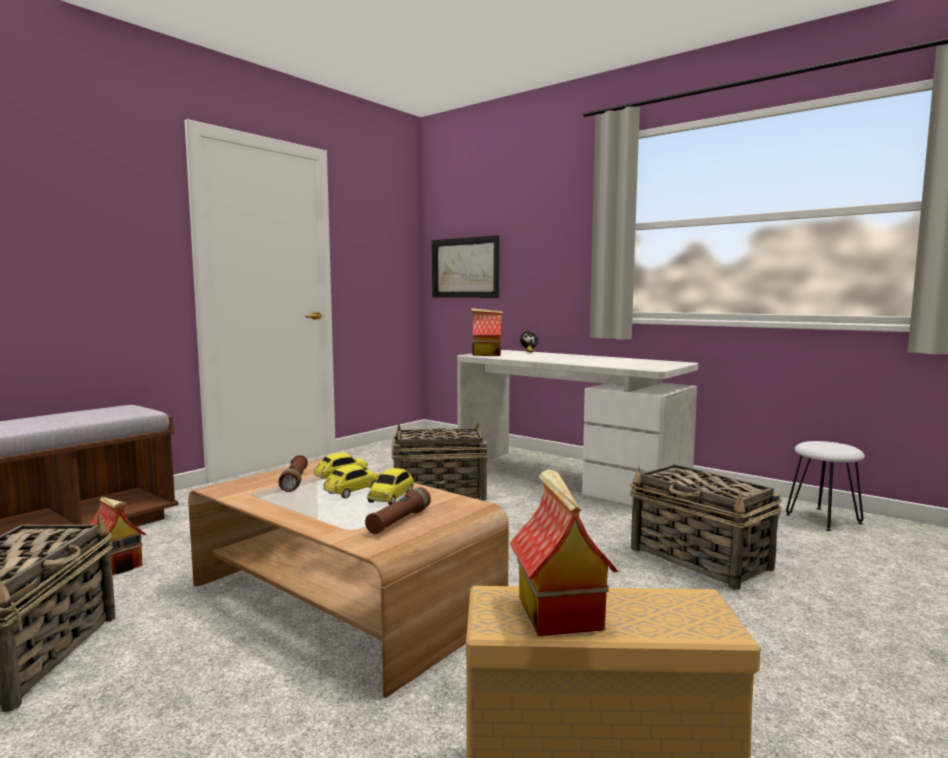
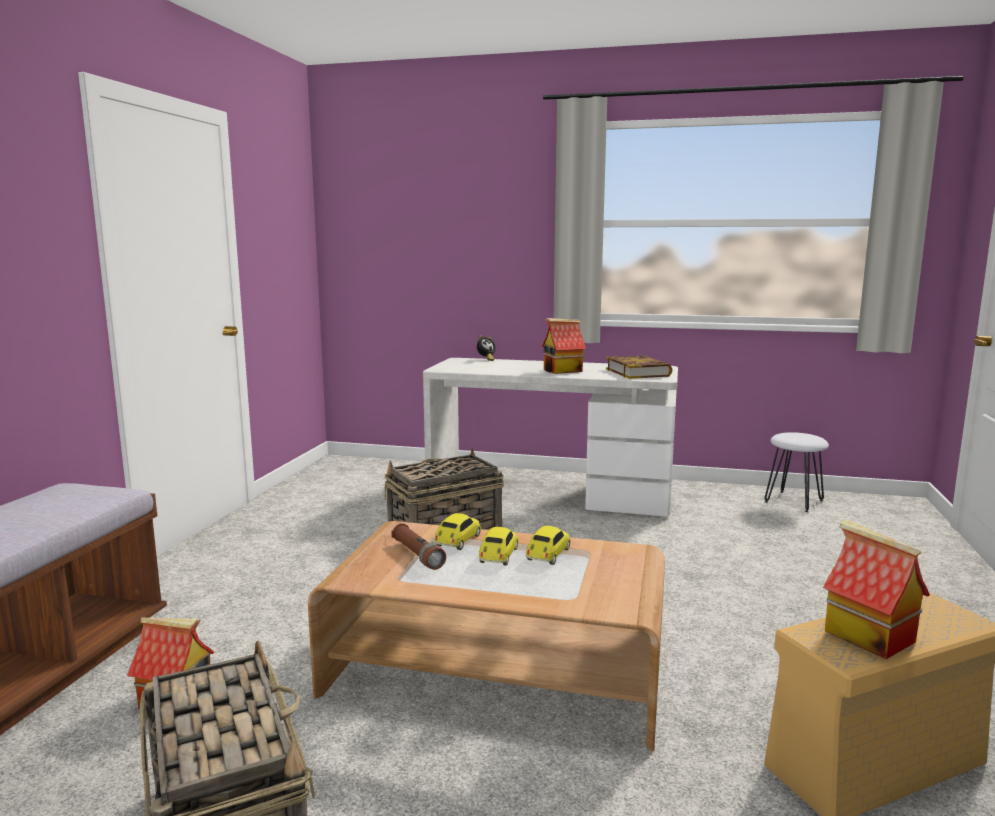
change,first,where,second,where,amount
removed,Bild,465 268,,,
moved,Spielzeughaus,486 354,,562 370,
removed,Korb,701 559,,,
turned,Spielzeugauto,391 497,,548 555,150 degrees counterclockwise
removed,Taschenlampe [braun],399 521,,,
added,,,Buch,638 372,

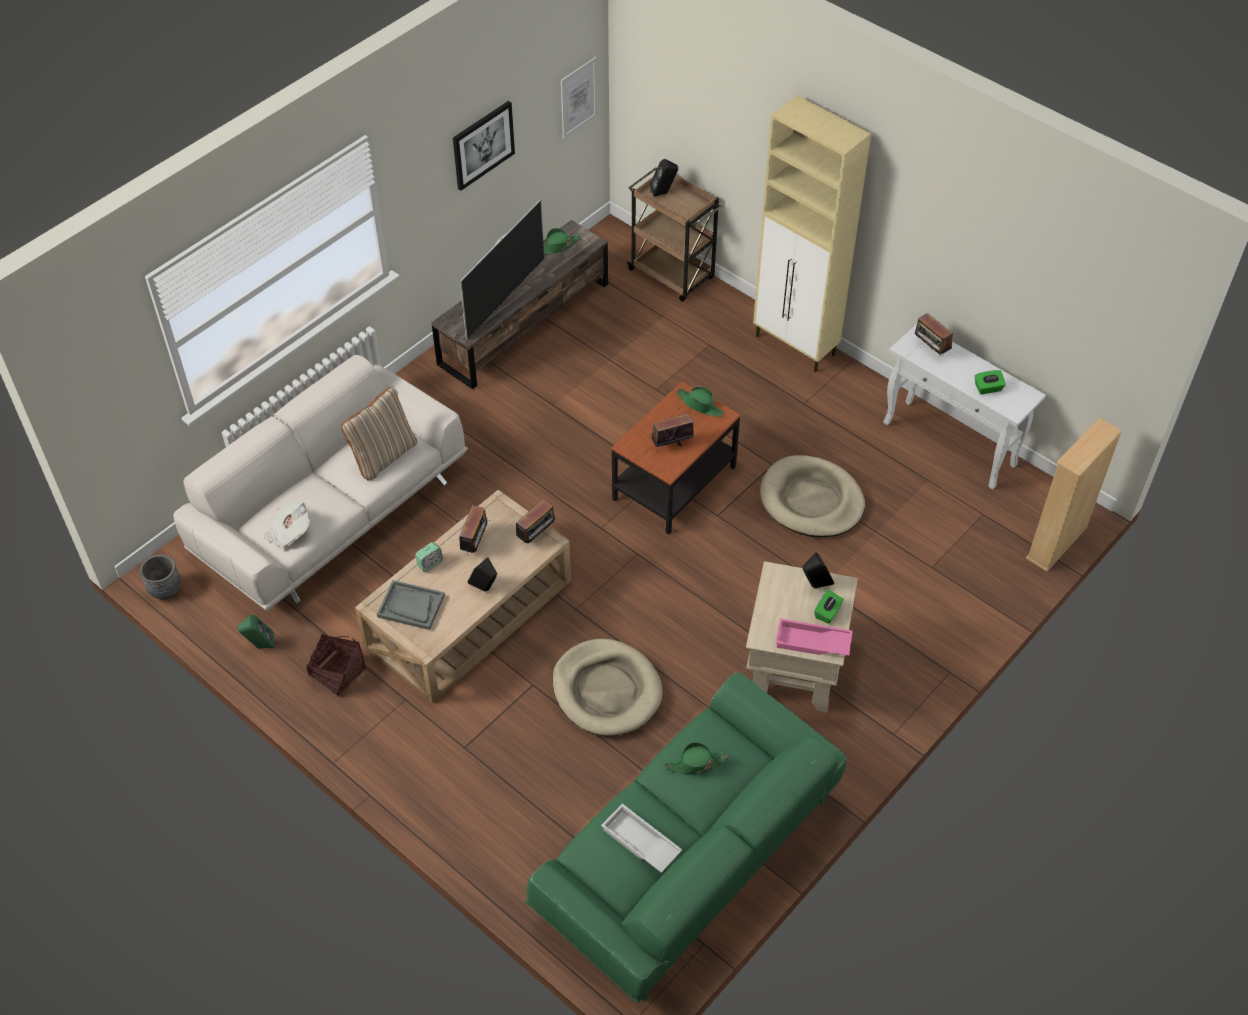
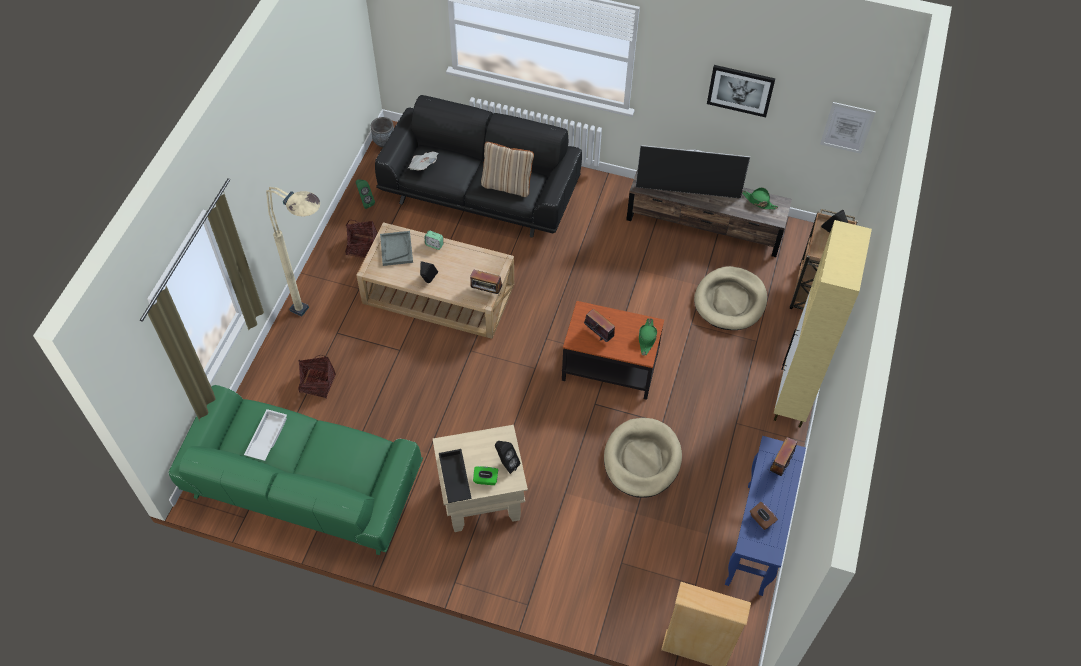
change,first,where,second,where,amount
recoloured,Konsolentisch [weiß],950 444,Konsolentisch [blau],755 539,
recoloured,Sofa [weiß],331 513,Sofa [schwarz],481 192,
recoloured,Taschentuchbox [grün],988 388,Taschentuchbox [braun],761 520,
removed,Radio,475 542,,,
recoloured,Tablett [rosa],812 643,Tablett [schwarz],454 478,
moved,Hundebett [beige],607 690,,730 301,
removed,Hut [grün],696 764,,,
added,,,Stehlampe [beige],323 320,
added,,,Korb,317 384,

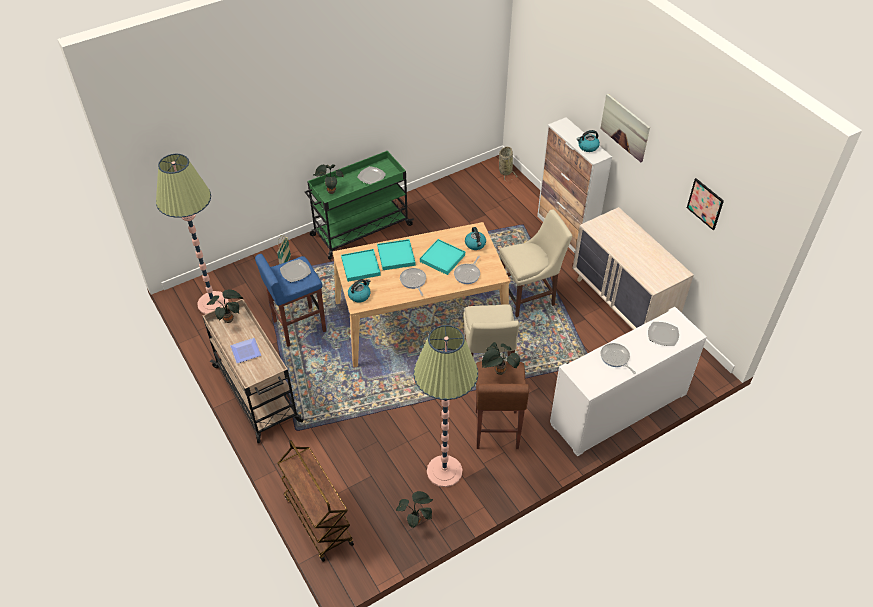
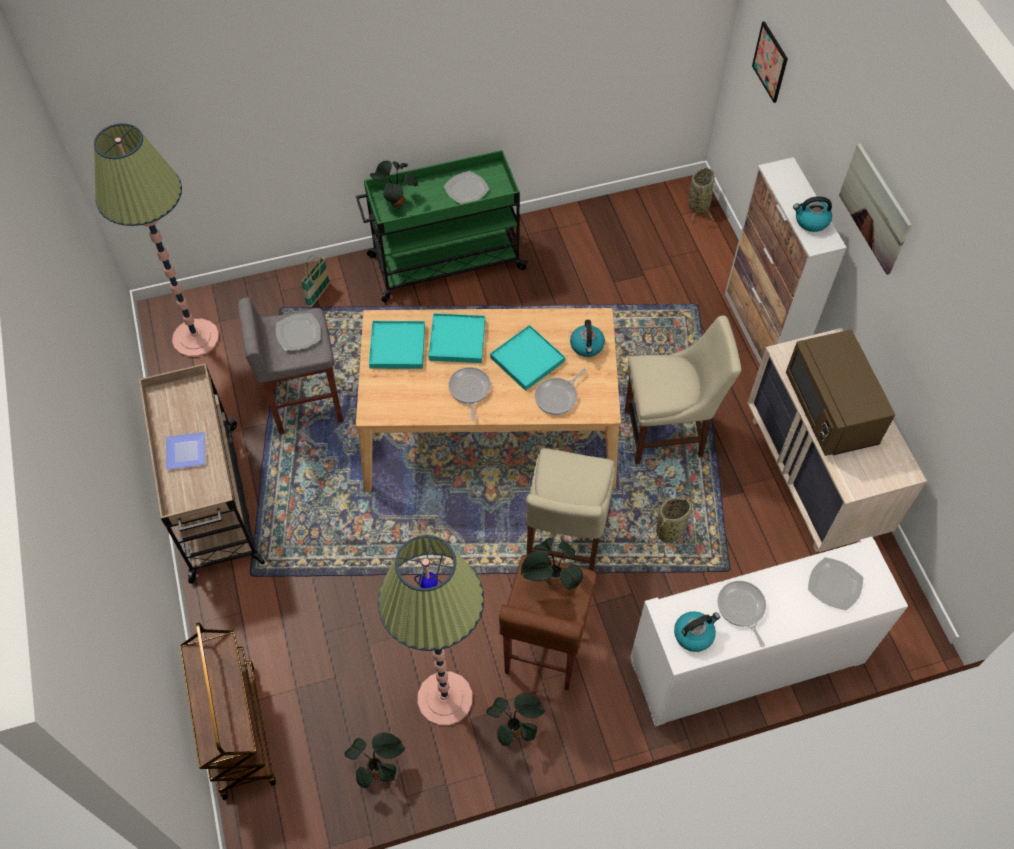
change,first,where,second,where,amount
moved,Bild,705 204,,770 62,
recoloured,Hocker [blau],298 326,Hocker [grau],305 404,
moved,Wasserkessel,359 295,,694 634,
moved,Topfpflanze,229 319,,515 729,
added,,,Mikrowelle [braun],831 410,
added,,,Korb,671 530,

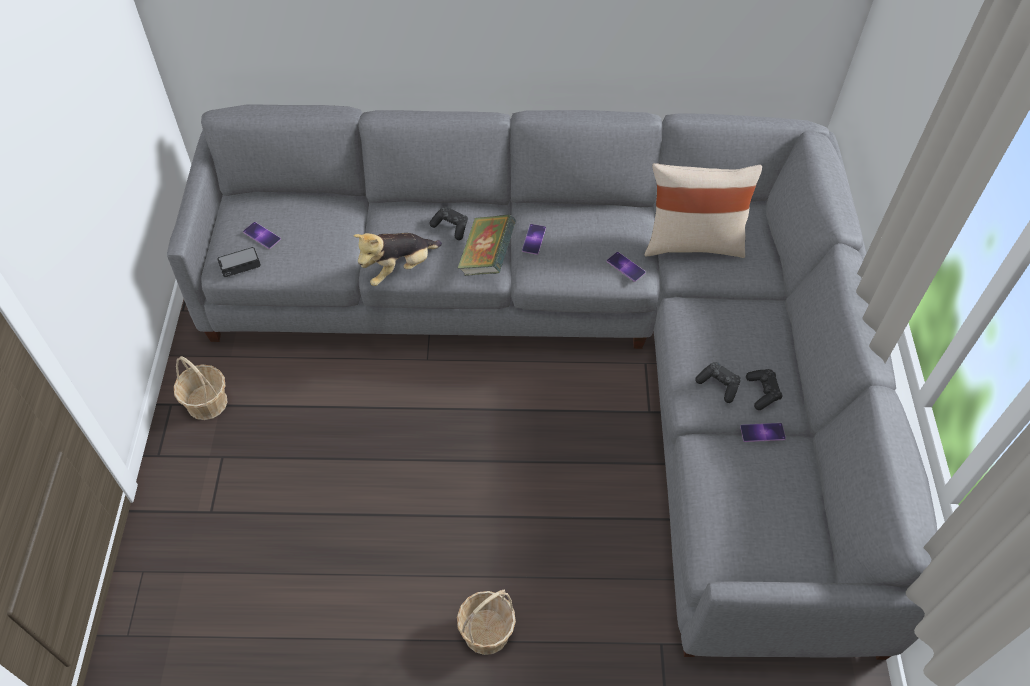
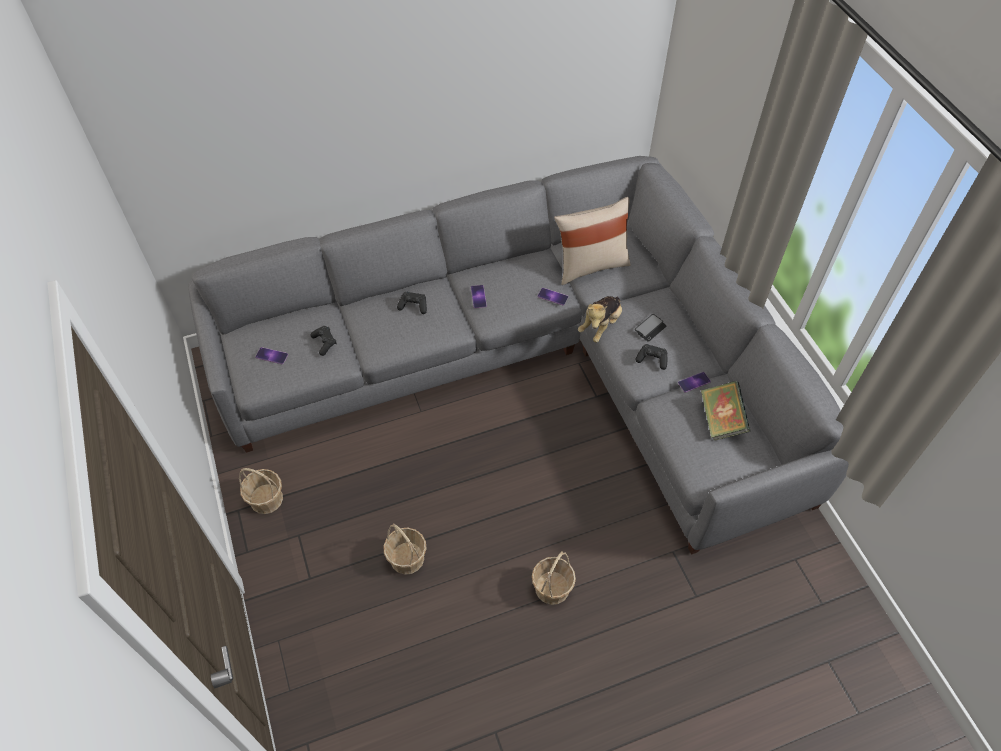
change,first,where,second,where,amount
moved,Buch,487 258,,721 420,
moved,Plüschtier,399 268,,600 325,
moved,Handy,239 263,,650 328,
moved,Gamepad [schwarz],762 392,,324 343,
added,,,Korb,407 558,

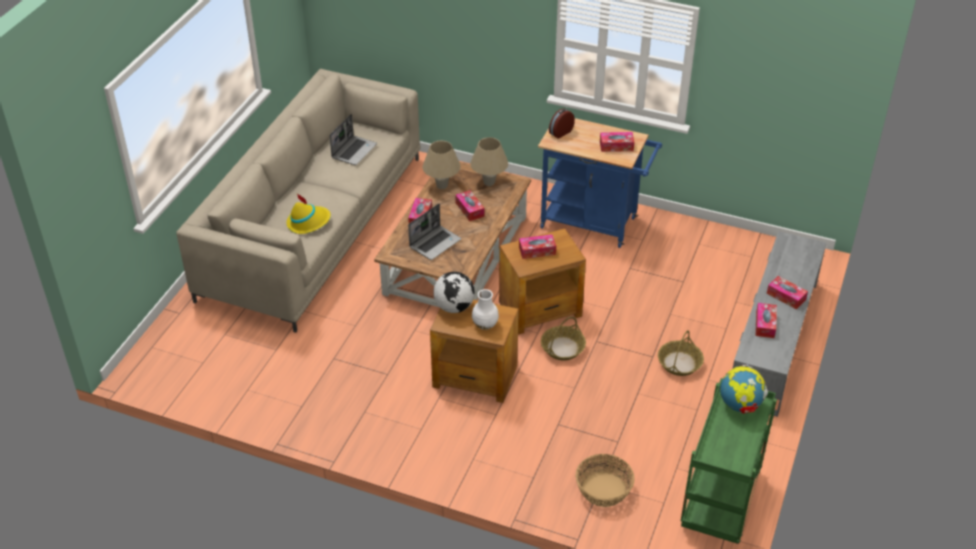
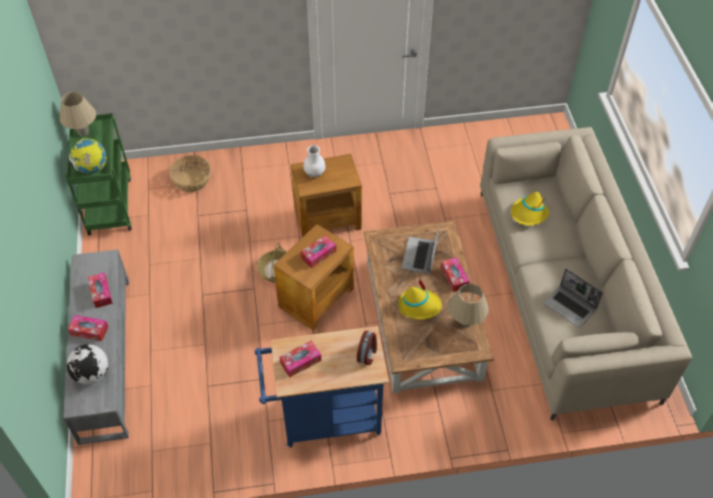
change,first,where,second,where,amount
turned,Laptop,354 151,,570 307,45 degrees counterclockwise
moved,Tischlampe [beige],489 182,,83 132,
replaced,Taschentuchbox,470 209,Hut [gelb],419 305,
moved,Globus,454 307,,92 374,
removed,Korb,679 363,,,

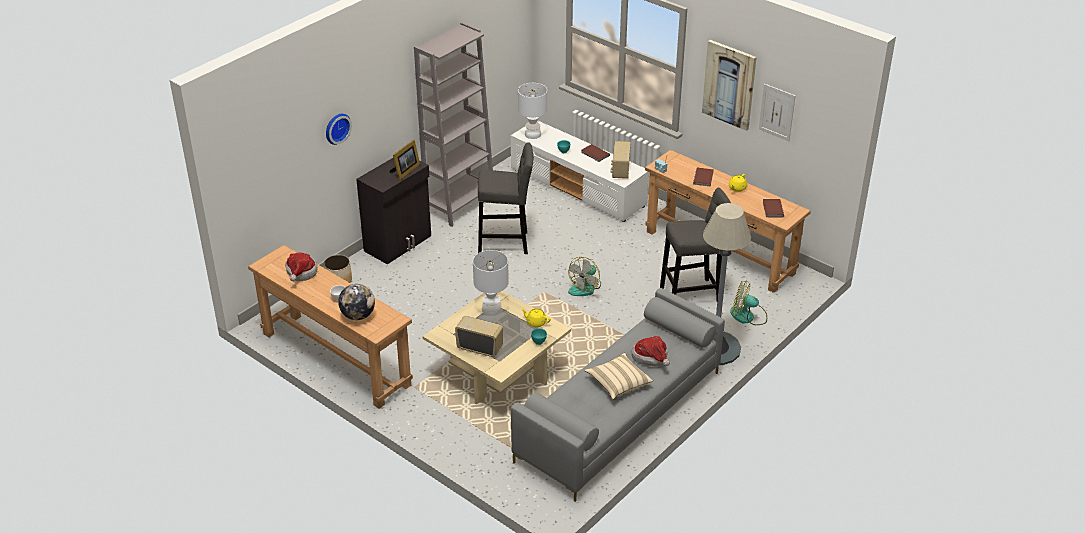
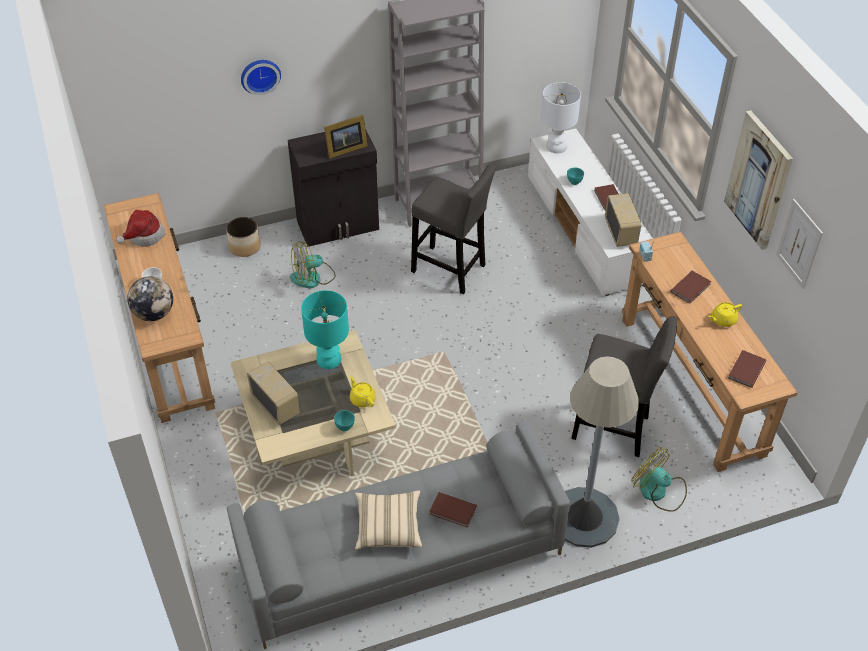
change,first,where,second,where,amount
turned,Radio,620 170,,621 232,135 degrees clockwise
recoloured,Tischlampe [weiß],491 309,Tischlampe [türkis],329 359,
moved,Ventilator,585 287,,313 277,
replaced,Hut,651 359,Buch [braun],453 511,

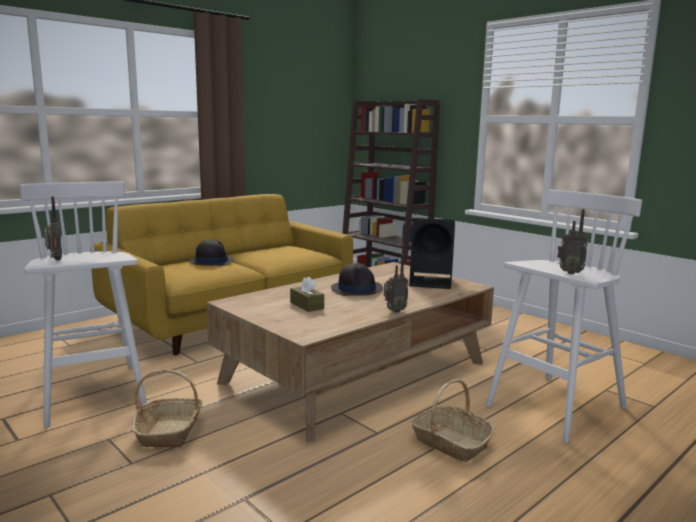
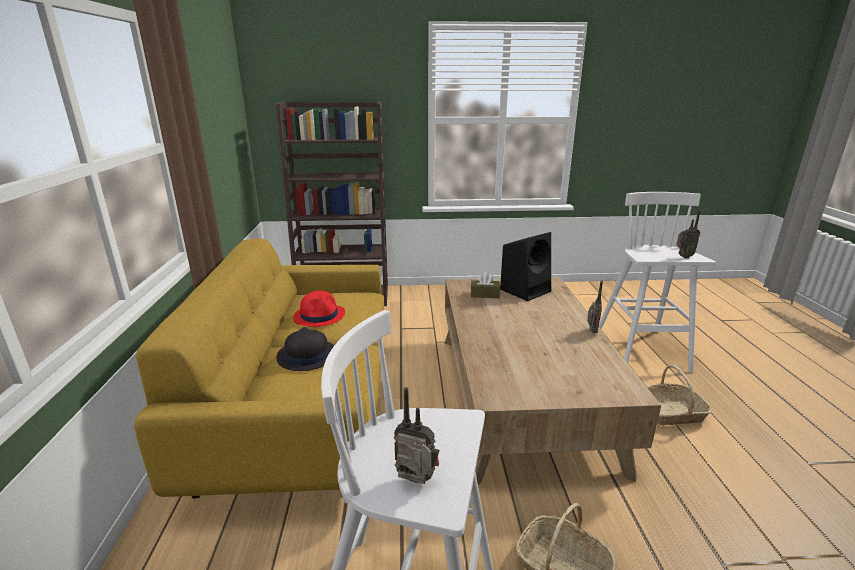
change,first,where,second,where,amount
removed,Hut [schwarz],357 289,,,
moved,Taschentuchbox [braun],306 305,,485 294,
added,,,Hut [rot],320 316,

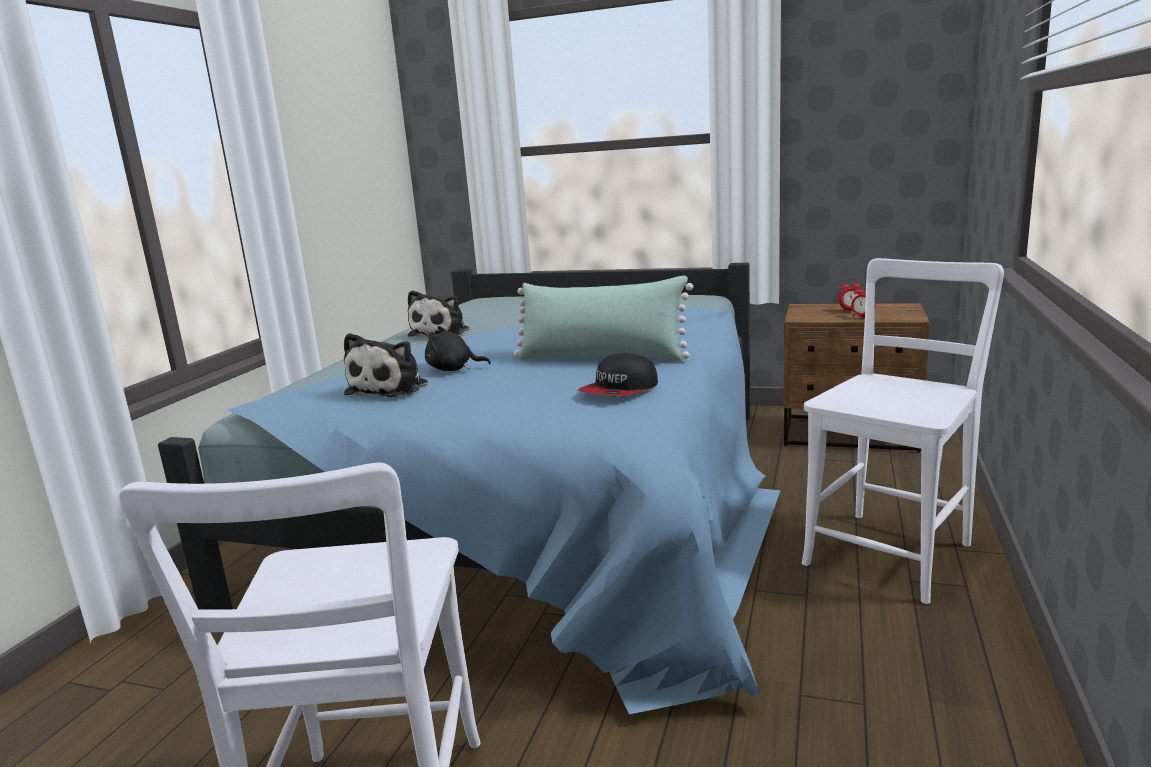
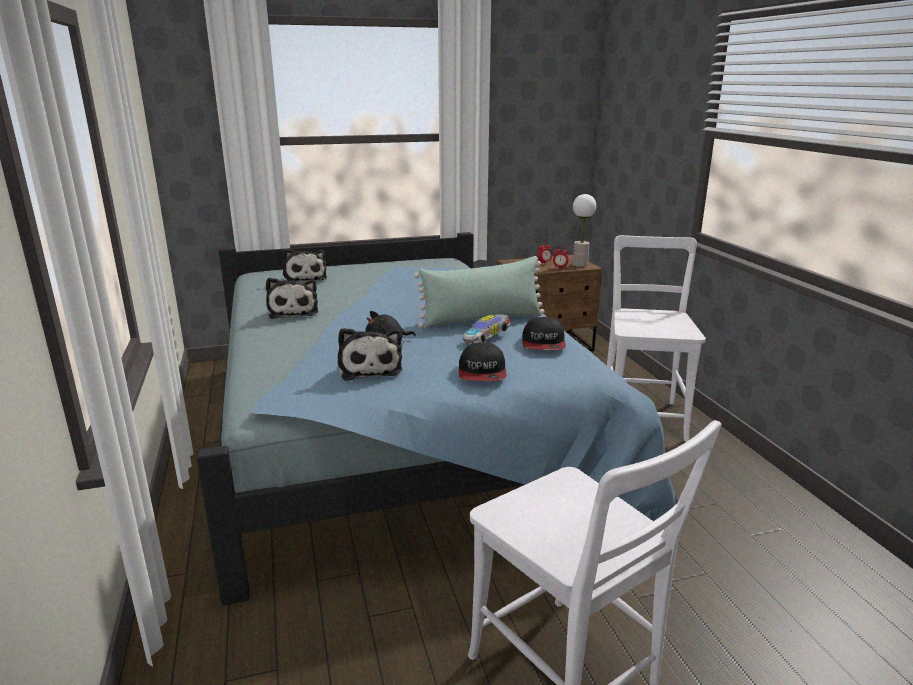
change,first,where,second,where,amount
added,,,Tischlampe,580 265,
added,,,Plüschtier,304 278,
added,,,Spielzeugauto,487 338,
added,,,Kappe,482 373,

